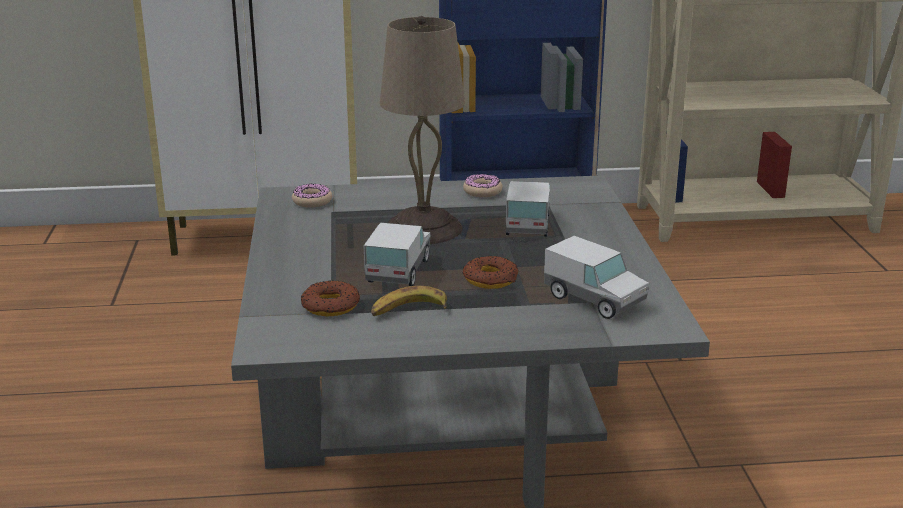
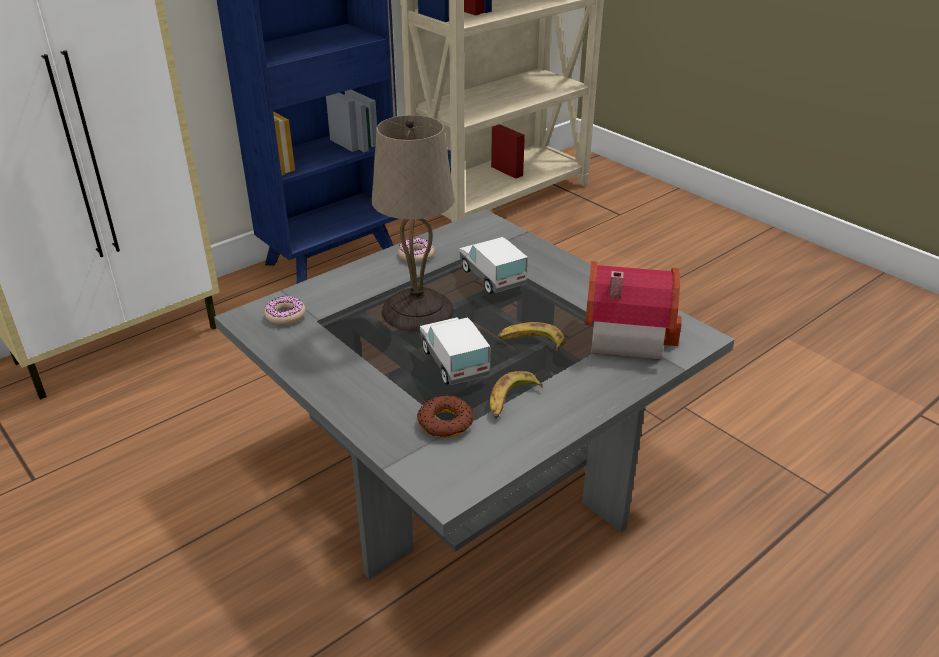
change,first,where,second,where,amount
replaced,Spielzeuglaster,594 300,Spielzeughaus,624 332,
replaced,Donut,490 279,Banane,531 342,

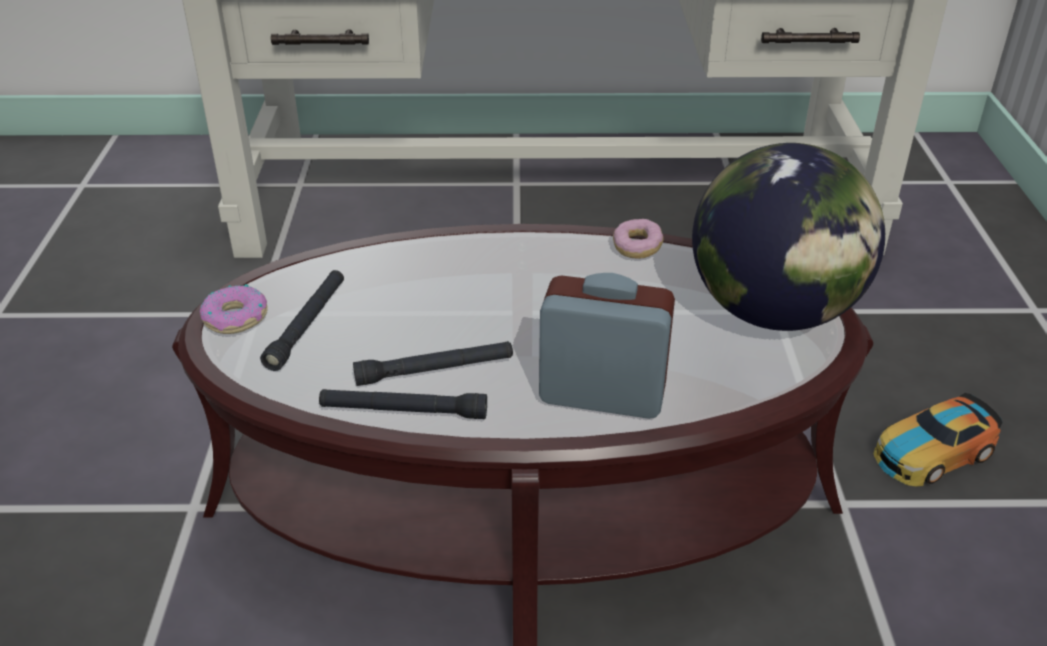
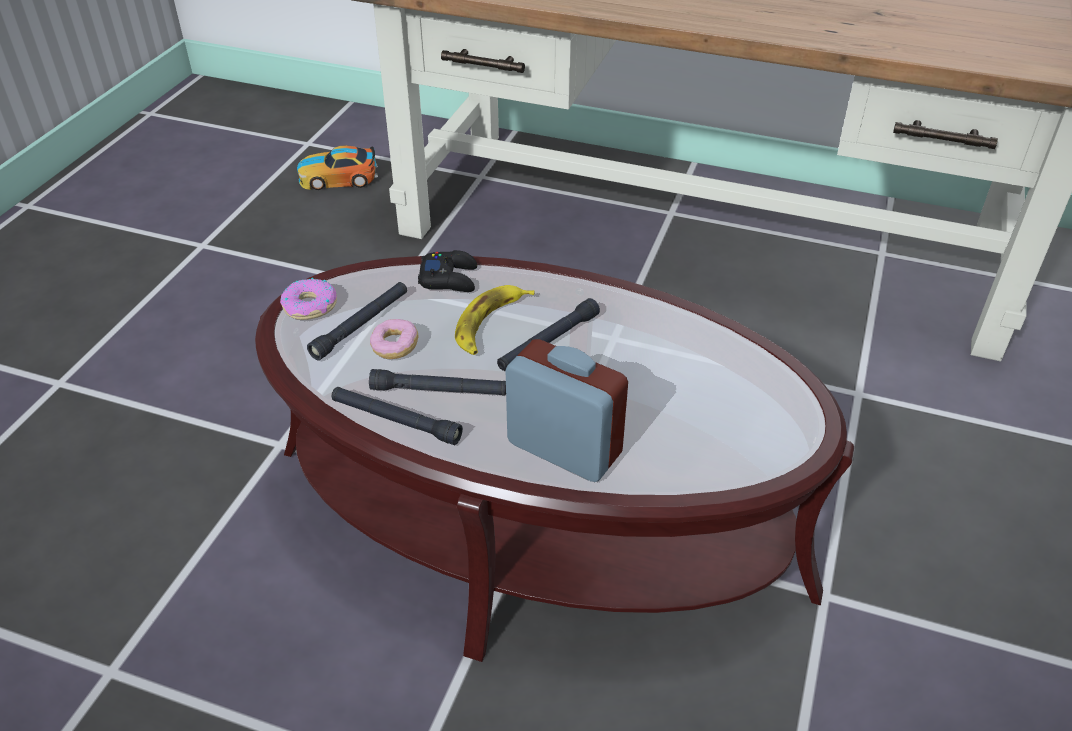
change,first,where,second,where,amount
removed,Globus,774 313,,,
moved,Donut,637 248,,395 347,
moved,Spielzeugauto,931 452,,338 178,
added,,,Gamepad [schwarz],449 278,
added,,,Banane,490 324,
added,,,Taschenlampe [schwarz],548 342,

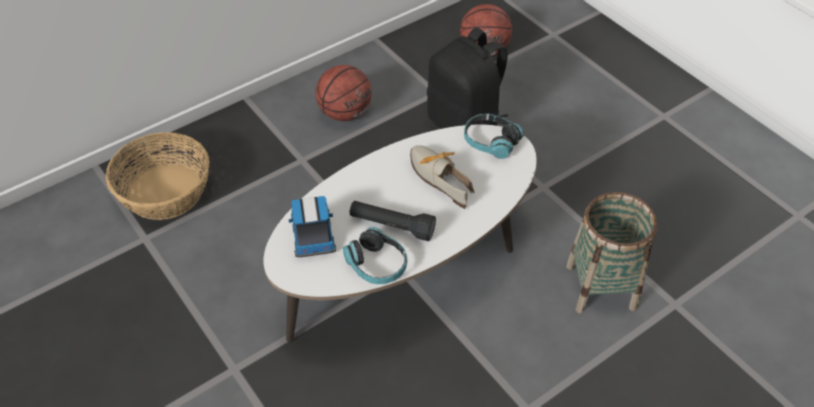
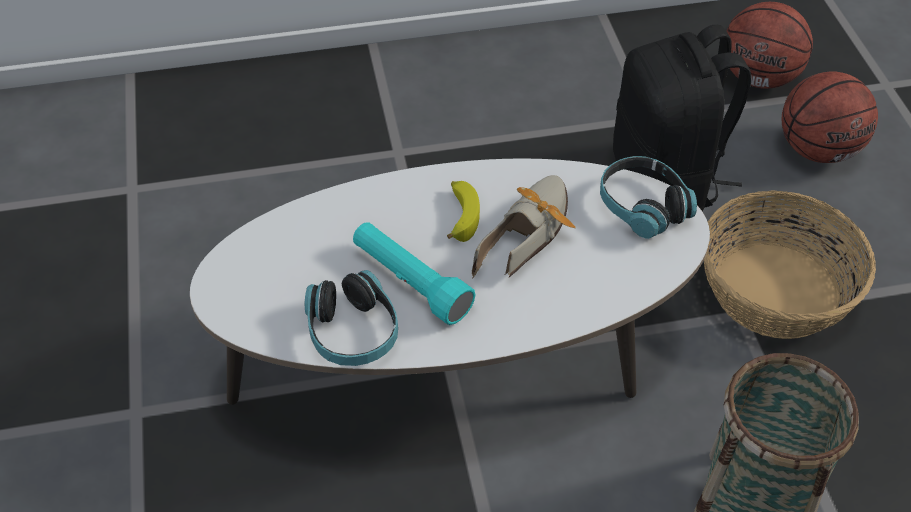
change,first,where,second,where,amount
moved,Basketball,345 113,,818 150,
moved,Korb,164 192,,774 291,
turned,Schuh,439 177,,528 232,45 degrees clockwise
removed,Spielzeuglaster,313 236,,,
recoloured,Taschenlampe [schwarz],391 226,Taschenlampe [türkis],410 282,
added,,,Banane,460 215,

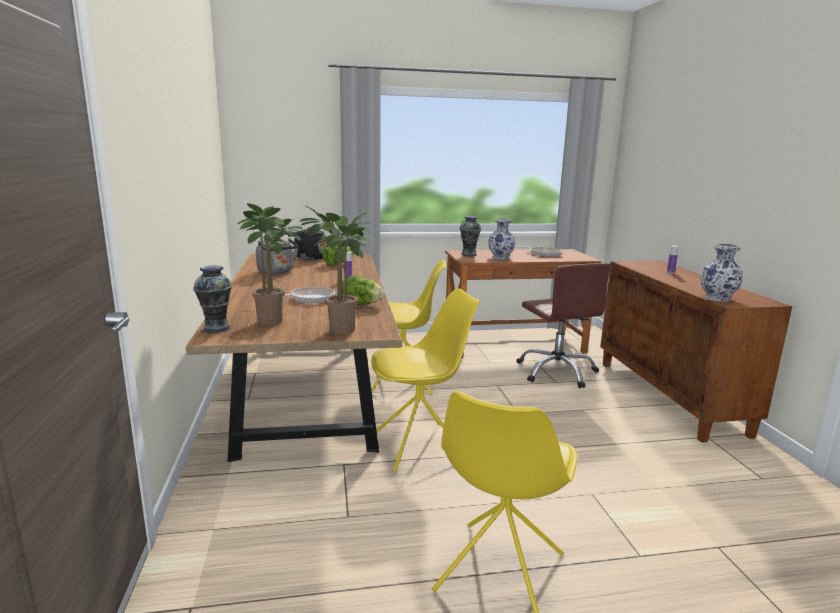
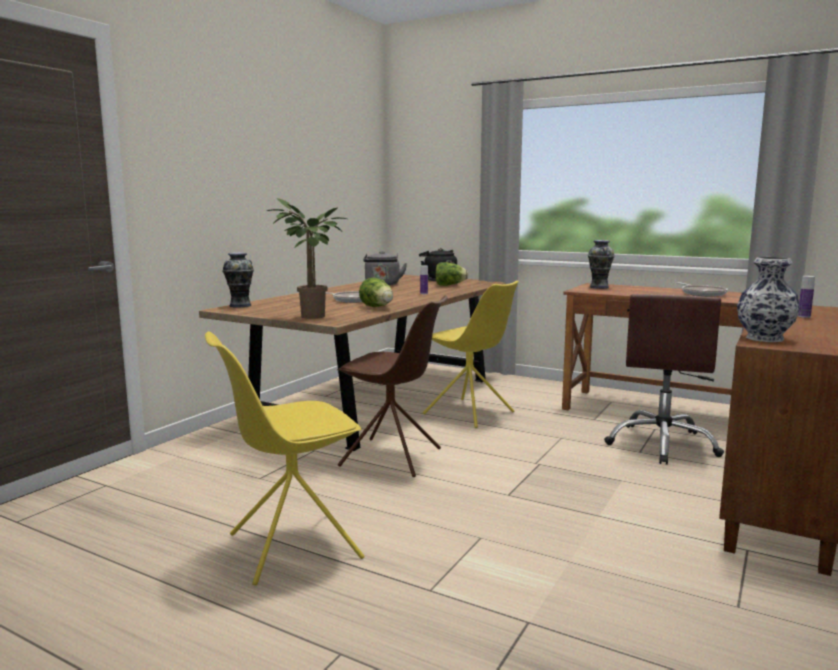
change,first,where,second,where,amount
removed,Topfpflanze,273 322,,,
removed,Vase,501 258,,,
recoloured,Stuhl [gelb],420 446,Stuhl [braun],393 458,

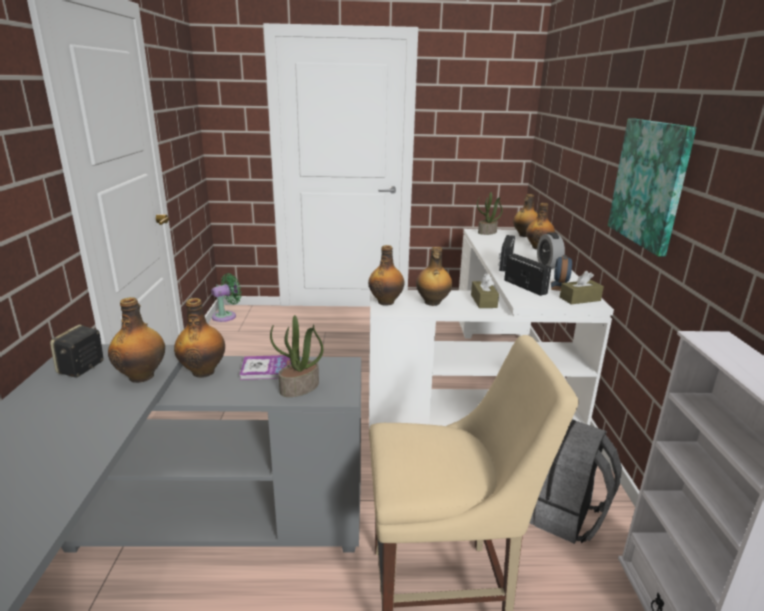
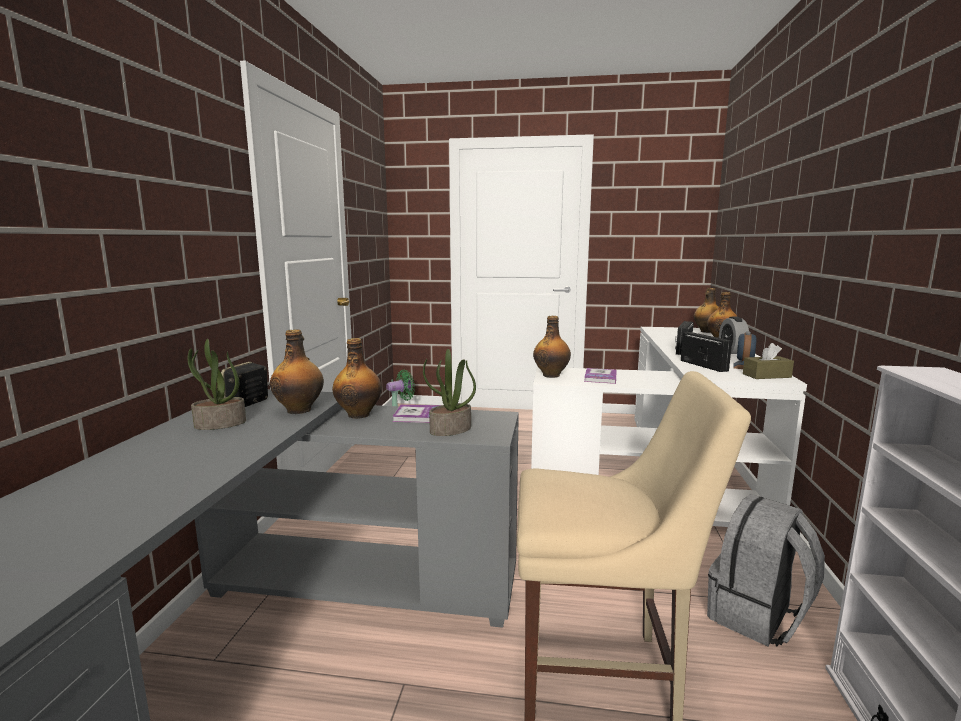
change,first,where,second,where,amount
removed,Bild,650 183,,,
moved,Topfpflanze,487 232,,219 424,
replaced,Flasche,432 302,Buch,600 377,
removed,Taschentuchbox [braun],483 301,,,

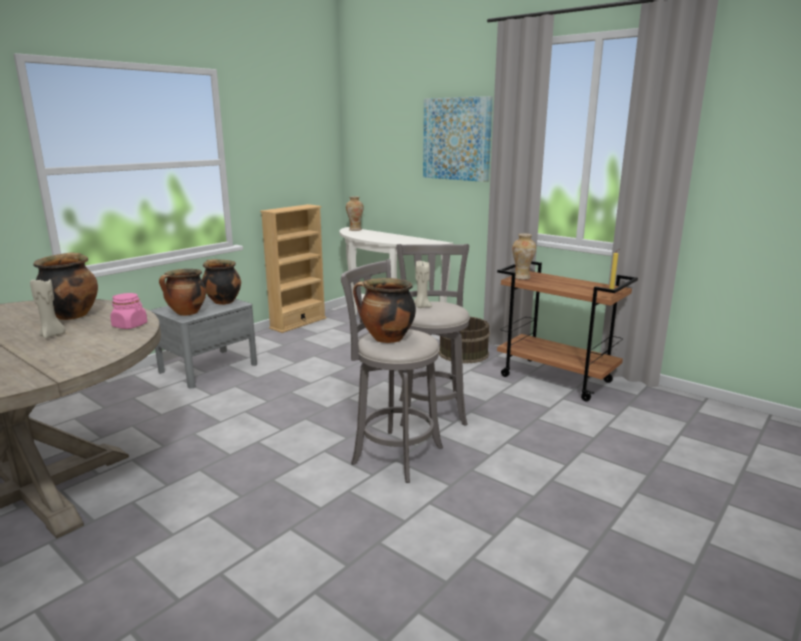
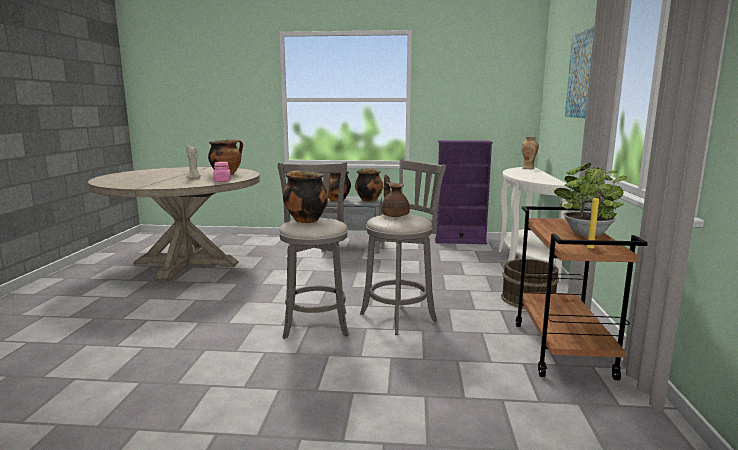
change,first,where,second,where,amount
recoloured,Bücherregal [beige],298 323,Bücherregal [lila],460 241,
removed,Vase,522 277,,,
replaced,Kerze [beige],421 306,Teekanne [braun],394 215,
added,,,Topfpflanze,586 234,

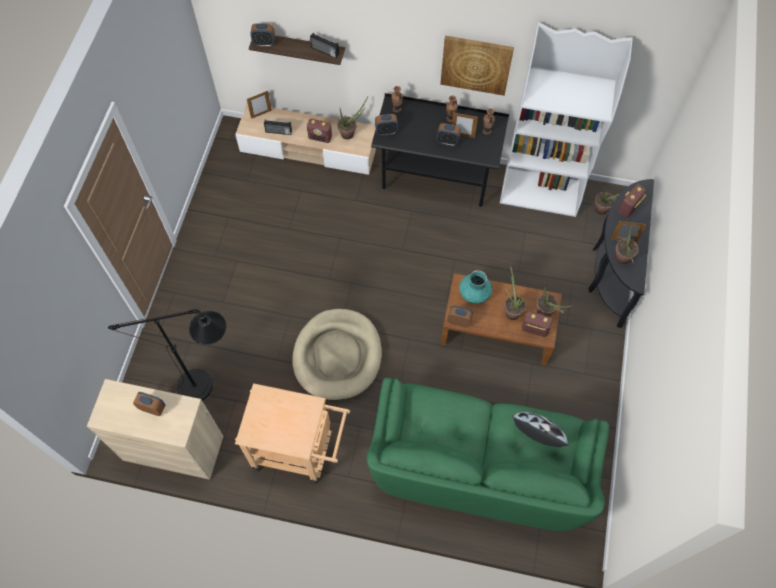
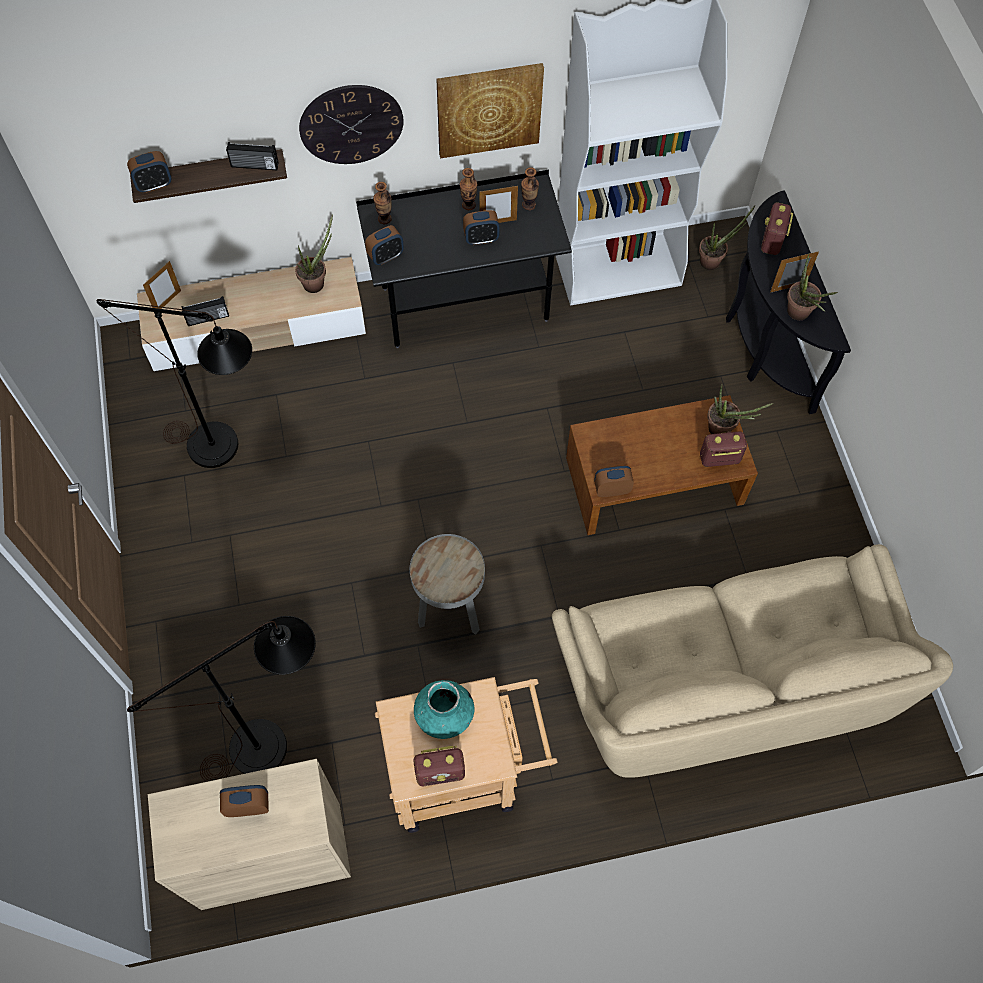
change,first,where,second,where,amount
moved,Radio,320 138,,440 772,
removed,Topfpflanze,511 310,,,
moved,Vase [türkis],474 293,,444 715,
replaced,Hundebett [beige],337 356,Beistelltisch [grau],450 612,
recoloured,Sofa [grün],480 464,Sofa [beige],725 679,
removed,Kissen,537 436,,,
added,,,Wanduhr,351 124,
added,,,Stehlampe [schwarz],226 450,

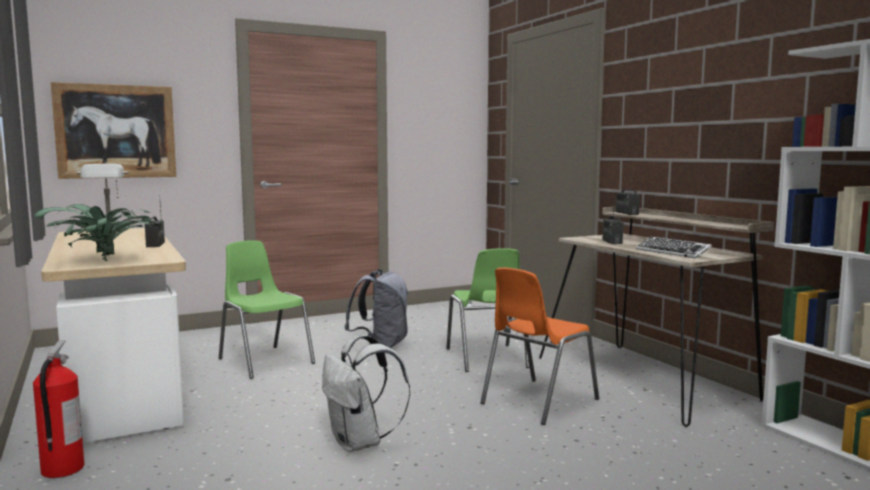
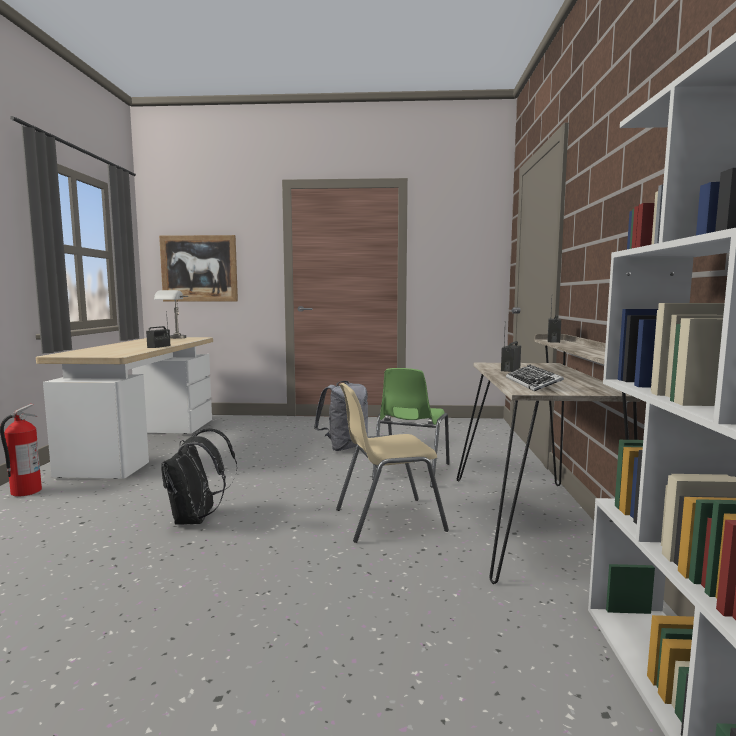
change,first,where,second,where,amount
removed,Topfpflanze,104 260,,,
removed,Stuhl [grün],265 361,,,
recoloured,Stuhl [orange],537 401,Stuhl [beige],387 519,
recoloured,Rucksack [weiß],360 443,Rucksack [schwarz],197 519,

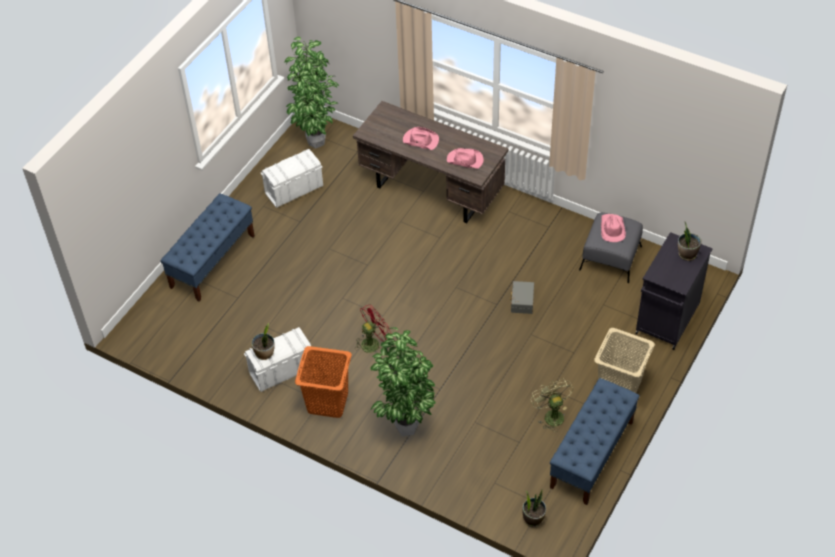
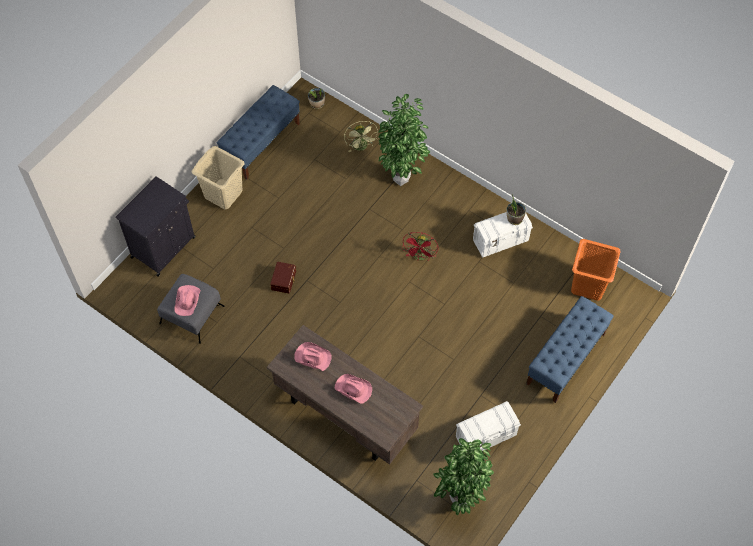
change,first,where,second,where,amount
removed,Topfpflanze,687 254,,,
recoloured,Aufbewahrungsbox [grau],521 301,Aufbewahrungsbox [braun],284 280,
turned,Ventilator [rot],373 342,,420 257,45 degrees counterclockwise
moved,Wäschekorb [orange],328 402,,588 284,
moved,Ventilator [grün],551 415,,361 147,

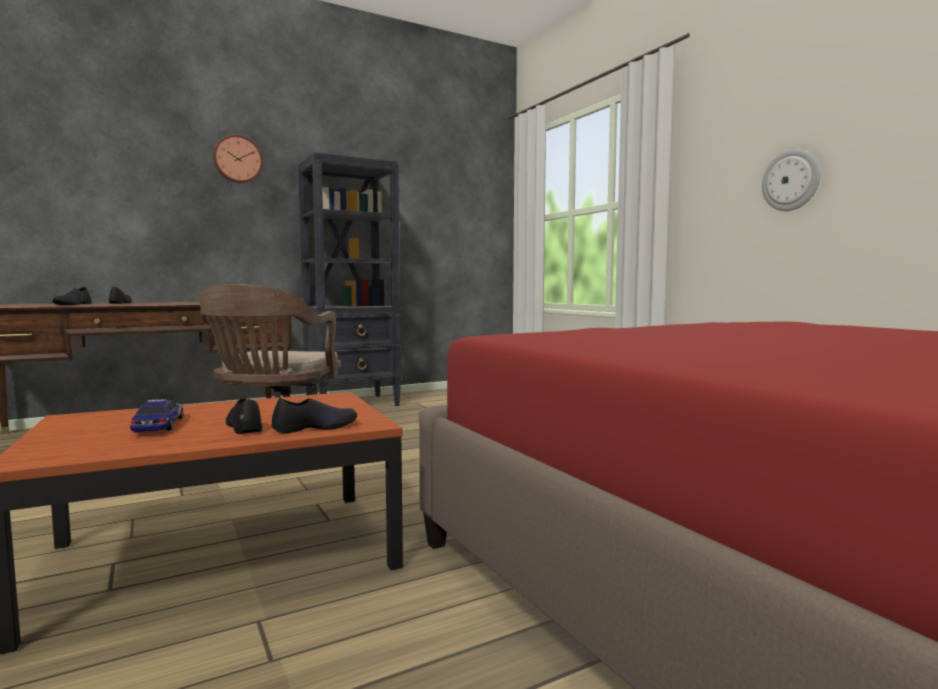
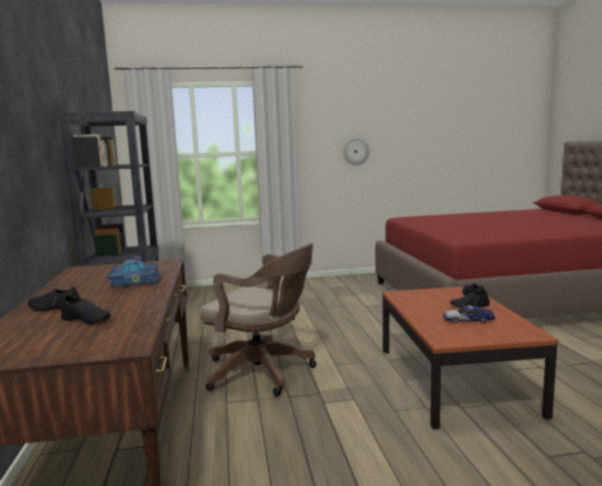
change,first,where,second,where,amount
removed,Wanduhr,238 159,,,
added,,,Spielzeugauto [blau],134 282,

